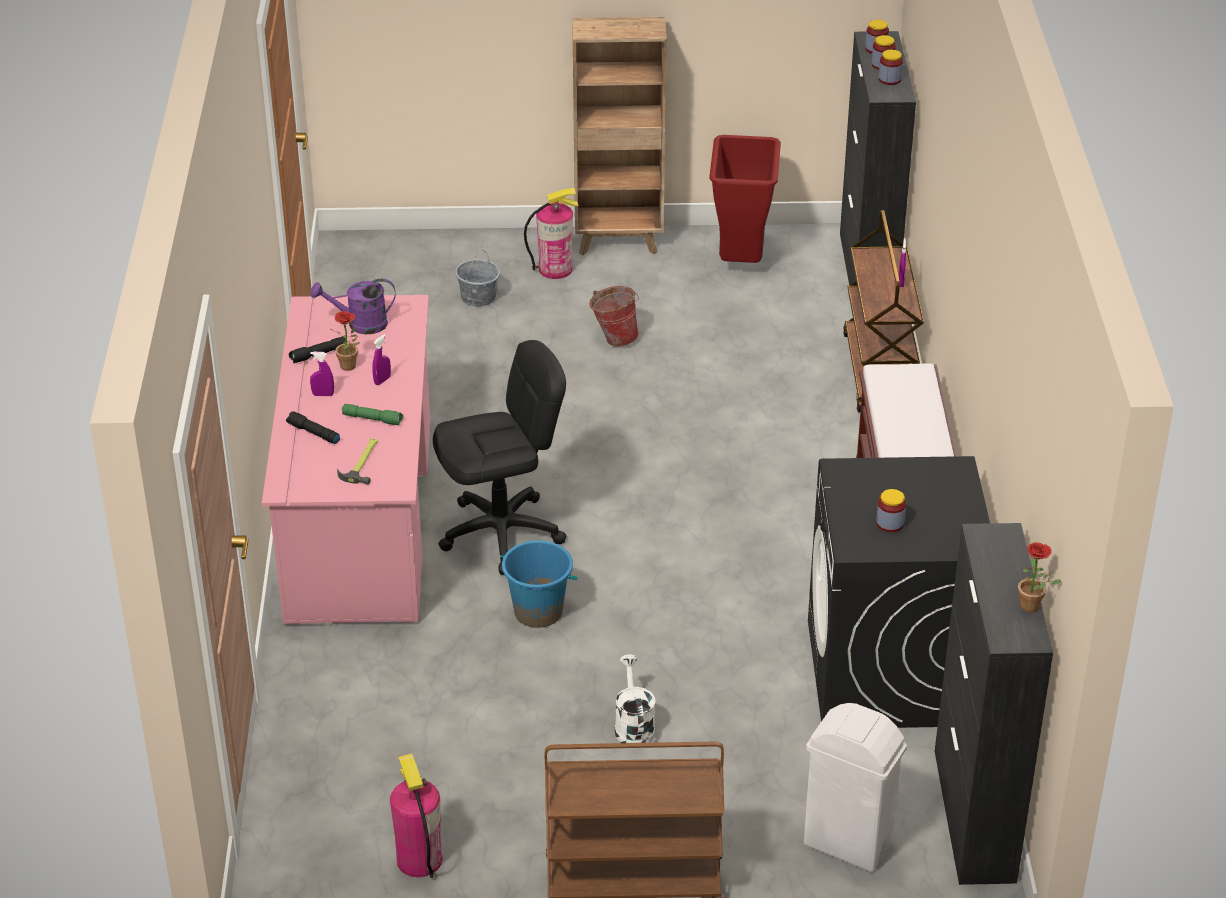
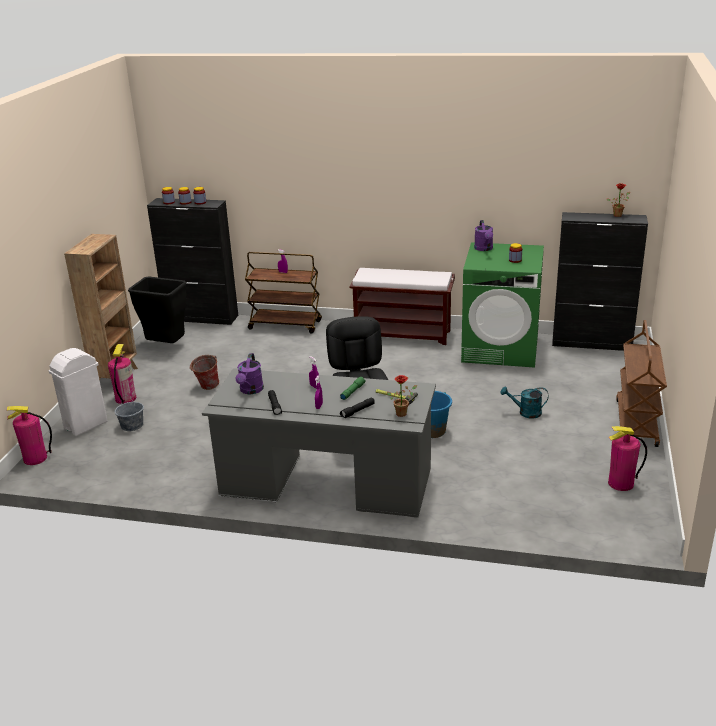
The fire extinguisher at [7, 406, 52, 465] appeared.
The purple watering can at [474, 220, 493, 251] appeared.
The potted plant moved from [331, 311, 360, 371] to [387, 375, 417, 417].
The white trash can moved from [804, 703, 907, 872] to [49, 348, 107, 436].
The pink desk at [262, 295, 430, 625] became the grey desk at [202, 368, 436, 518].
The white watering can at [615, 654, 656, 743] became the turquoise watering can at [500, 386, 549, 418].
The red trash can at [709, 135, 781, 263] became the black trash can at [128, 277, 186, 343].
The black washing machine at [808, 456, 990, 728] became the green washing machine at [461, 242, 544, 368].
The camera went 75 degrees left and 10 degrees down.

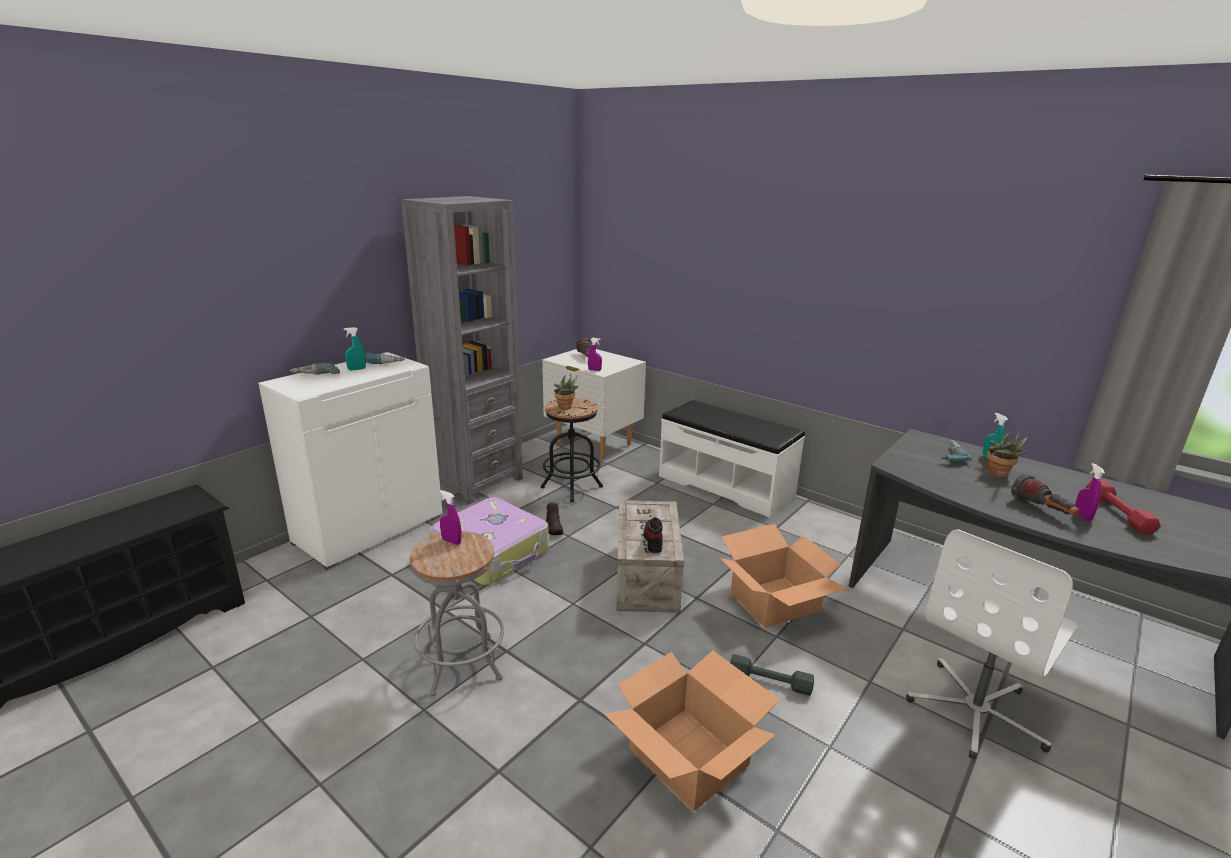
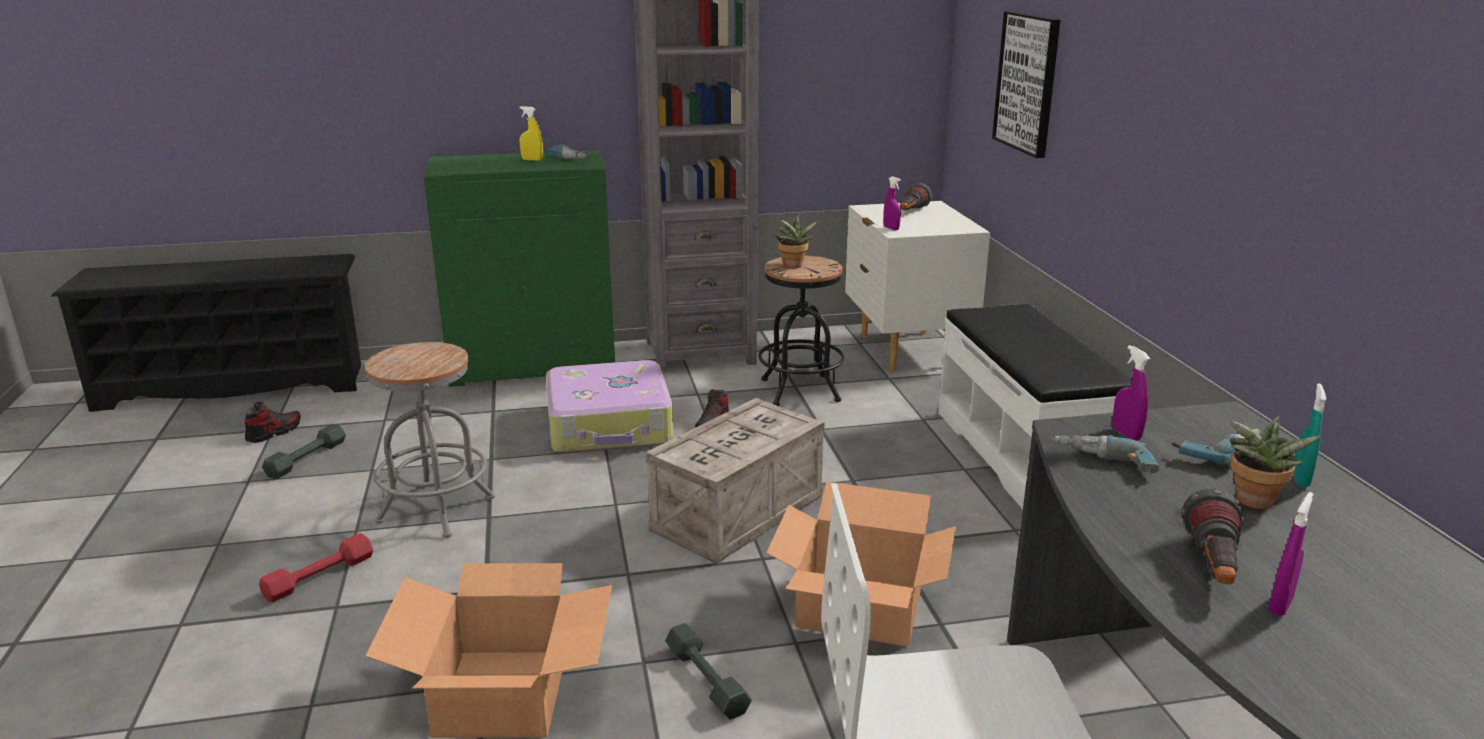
The grey dumbbell at [262, 424, 346, 479] appeared.
The picture at [992, 11, 1061, 158] appeared.
The power drill moved from [289, 363, 340, 375] to [1051, 435, 1159, 475].
The purple spray bottle moved from [439, 490, 462, 545] to [1113, 345, 1150, 441].
The shoe moved from [644, 517, 663, 553] to [245, 401, 301, 443].
The red dumbbell moved from [1086, 479, 1161, 534] to [259, 533, 373, 602].
The white cabinet at [258, 352, 442, 570] became the green cabinet at [424, 150, 615, 387].
The turquoise spray bottle at [344, 327, 366, 370] became the yellow spray bottle at [519, 106, 543, 161].
The camera went 40 degrees right and 0 degrees up.

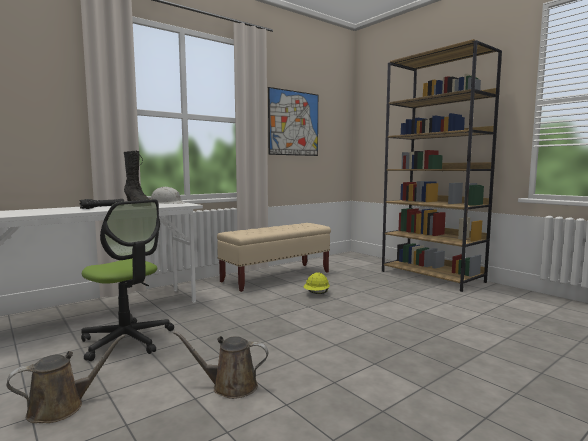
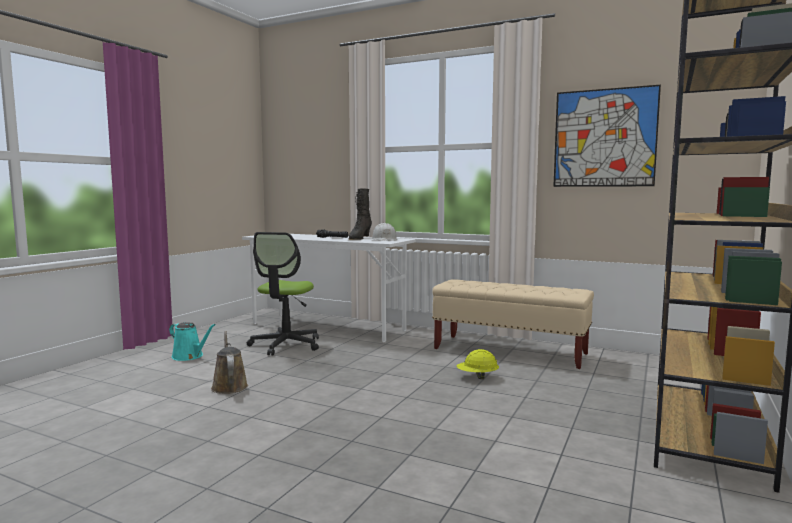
The brown watering can at [7, 335, 125, 423] became the turquoise watering can at [169, 322, 216, 361].
The camera went 65 degrees right and 0 degrees up.

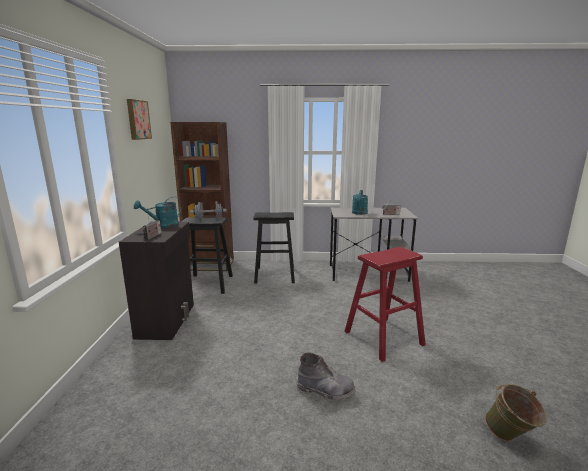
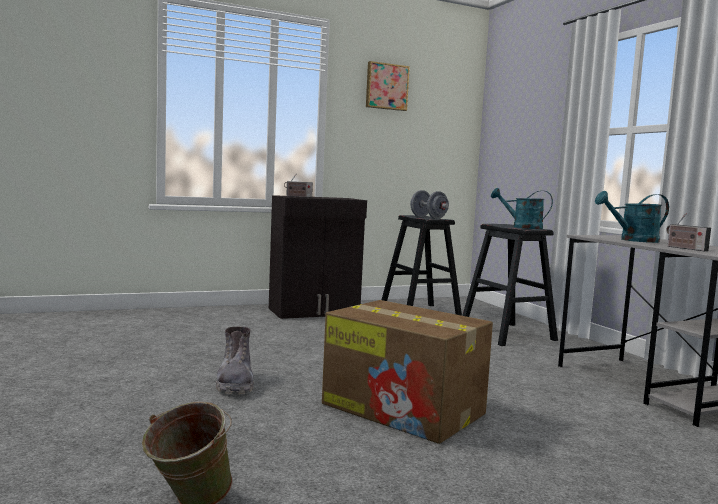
The brown bookcase at [170, 122, 234, 271] disappeared.
The turquoise watering can moved from [134, 197, 182, 228] to [491, 188, 553, 229].
The red stool at [344, 247, 426, 362] was replaced by the cardboard box at [322, 300, 493, 444].
The camera went 65 degrees right and 10 degrees down.

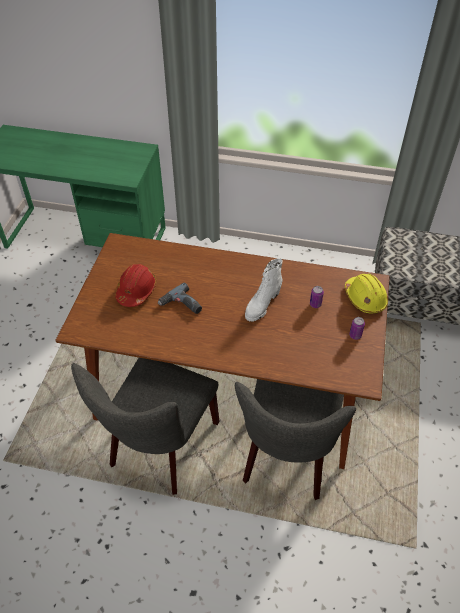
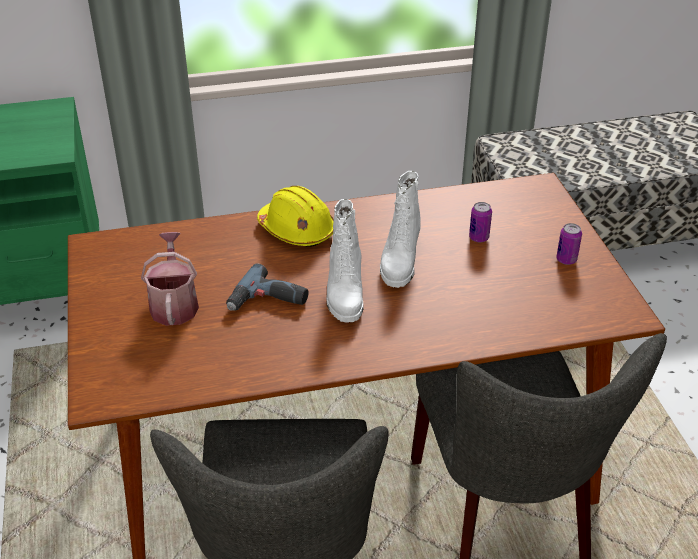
The white boot at [326, 199, 364, 323] appeared.
The yellow hard hat moved from [345, 274, 388, 313] to [257, 186, 334, 247].
The red hard hat at [115, 264, 156, 307] was replaced by the watering can at [141, 232, 199, 326].
The camera went 25 degrees left and 10 degrees down.

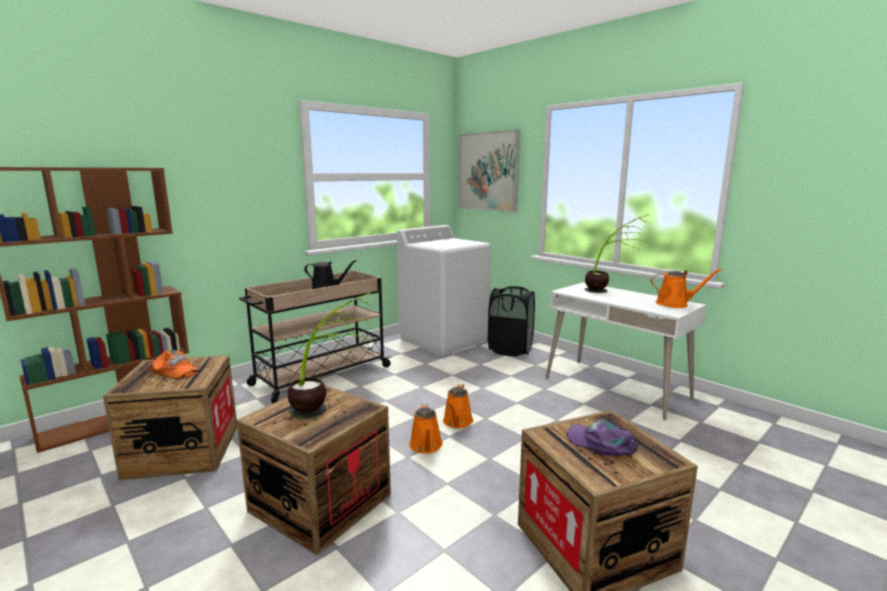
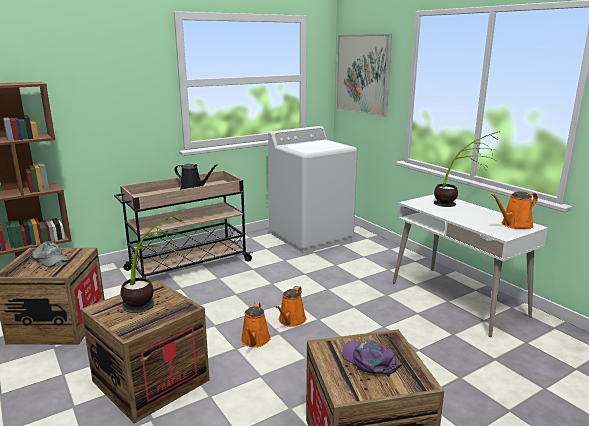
The black laundry basket at [488, 286, 535, 356] disappeared.
The orange cap at [148, 350, 199, 379] became the grey cap at [30, 242, 69, 267].
The orange watering can at [651, 268, 722, 308] turned 135 degrees clockwise.
The camera went 10 degrees right and 5 degrees up.

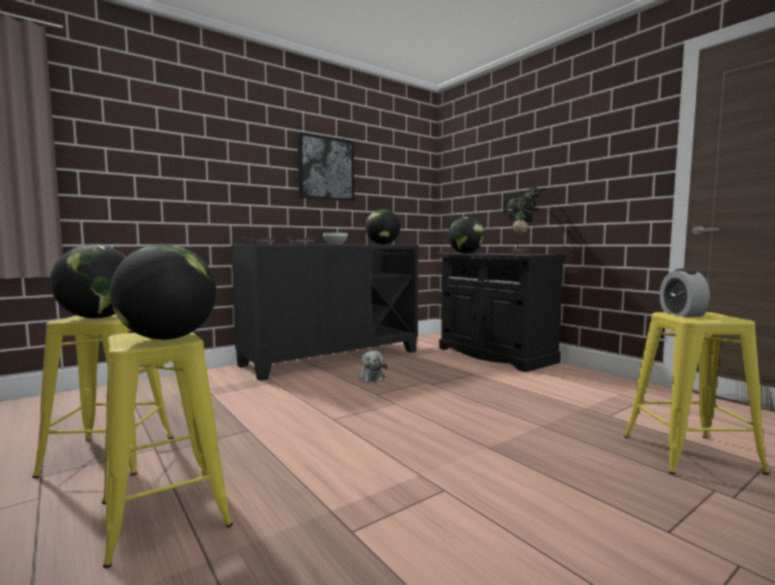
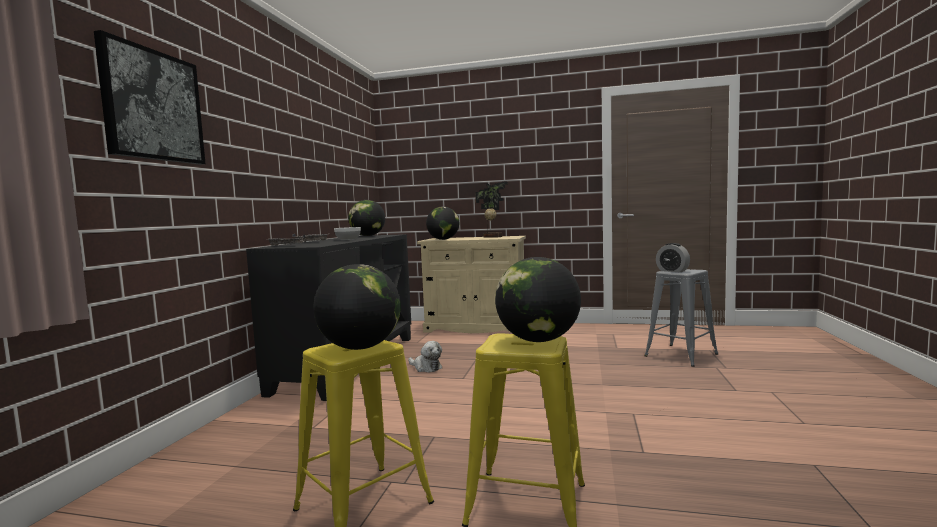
The picture moved from [298, 132, 354, 201] to [94, 30, 206, 165].
The black cabinet at [438, 253, 566, 372] became the beige cabinet at [417, 236, 526, 334].
The yellow stool at [624, 312, 769, 475] became the grey stool at [644, 269, 718, 367].
The camera went 40 degrees left and 0 degrees up.

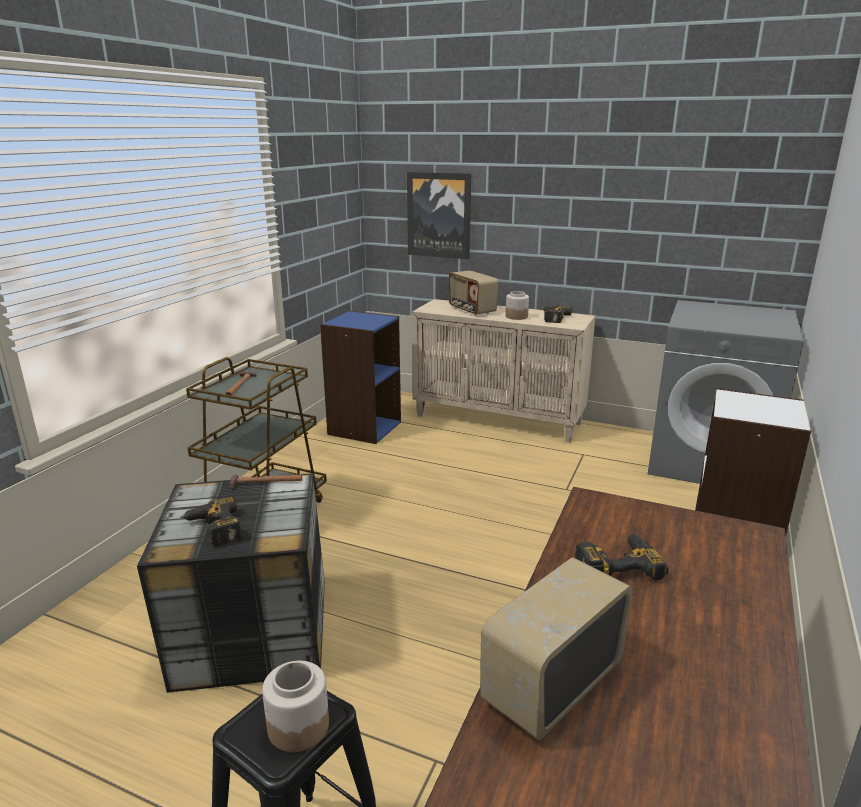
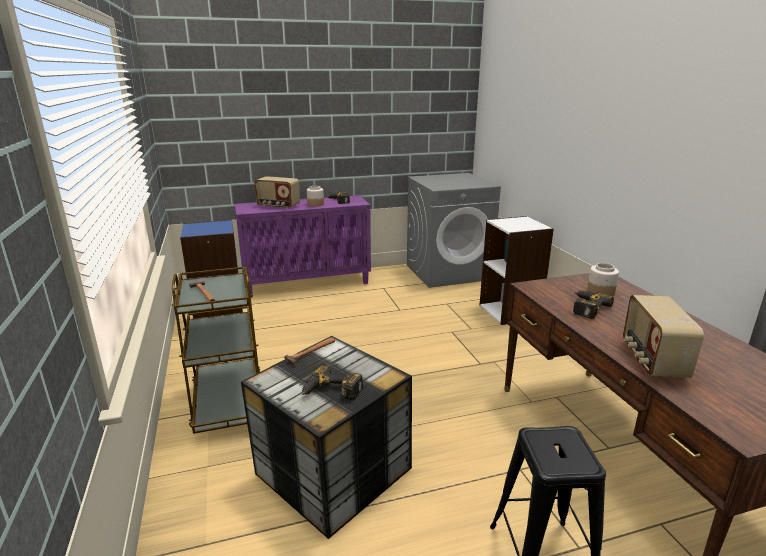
The picture at [407, 172, 471, 259] disappeared.
The jar moved from [262, 661, 329, 752] to [587, 263, 619, 296].
The beige cabinet at [412, 299, 596, 442] became the purple cabinet at [235, 195, 371, 298].
The camera went 40 degrees left and 0 degrees up.

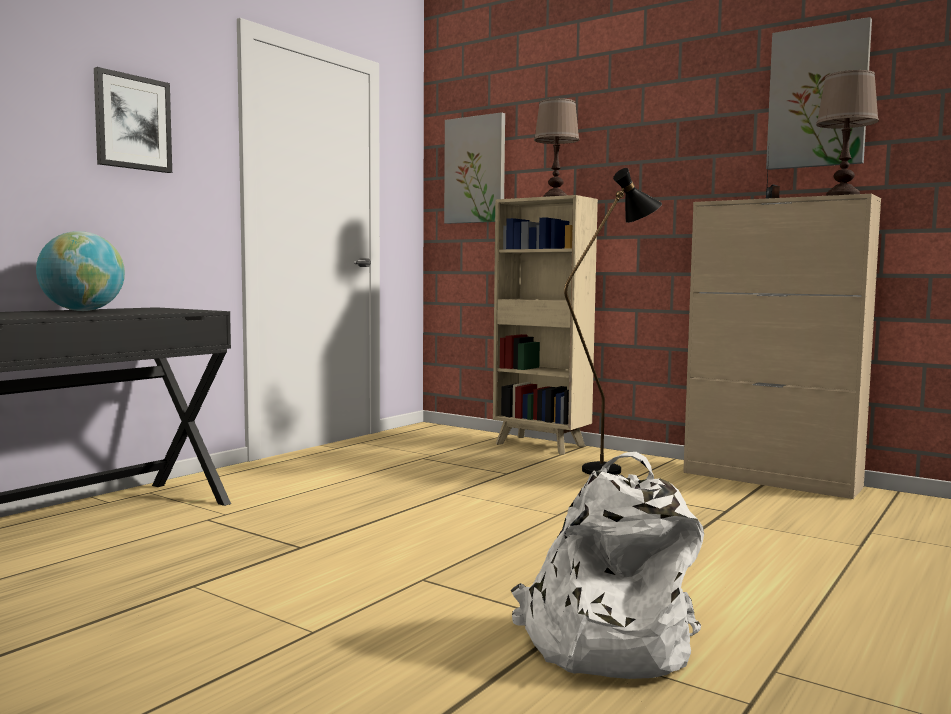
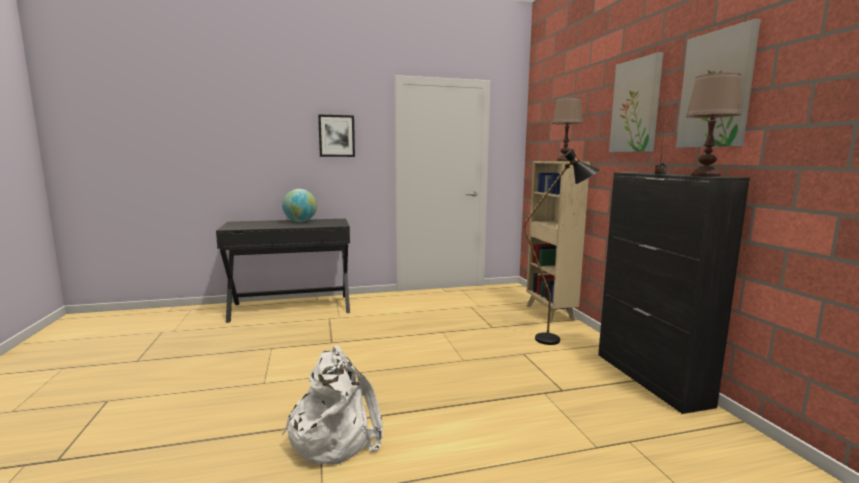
The picture moved from [444, 112, 505, 224] to [609, 52, 663, 152].
The beige cabinet at [683, 194, 881, 499] became the black cabinet at [598, 172, 750, 414].
The camera went 40 degrees right and 5 degrees up.

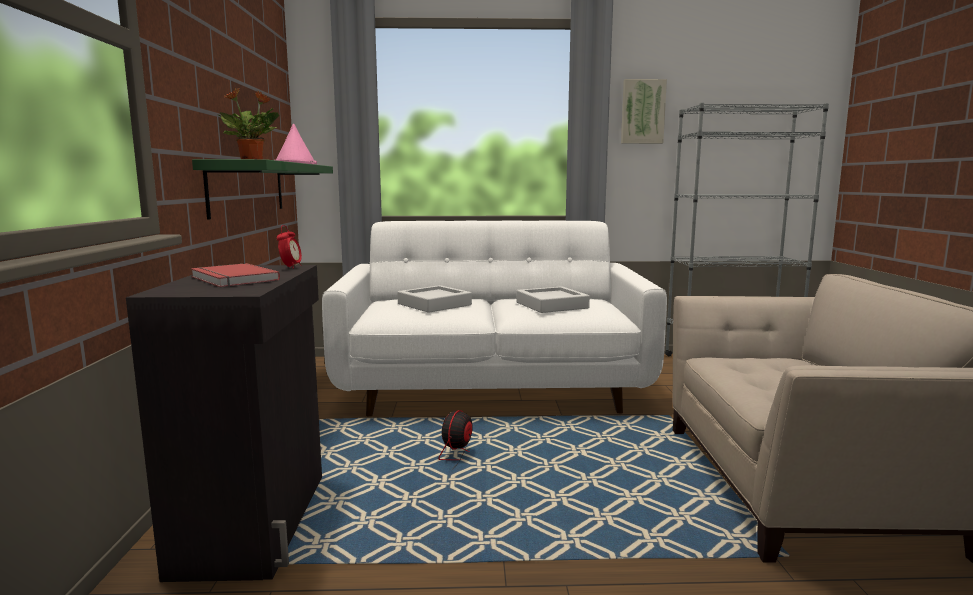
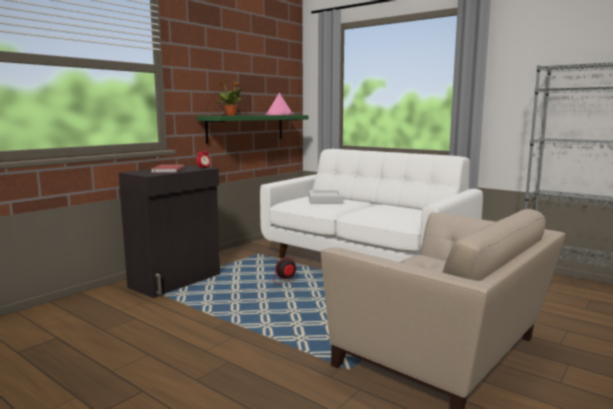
The grey tray at [516, 286, 590, 313] disappeared.
The picture at [621, 79, 667, 144] disappeared.
The camera went 40 degrees right and 0 degrees up.

